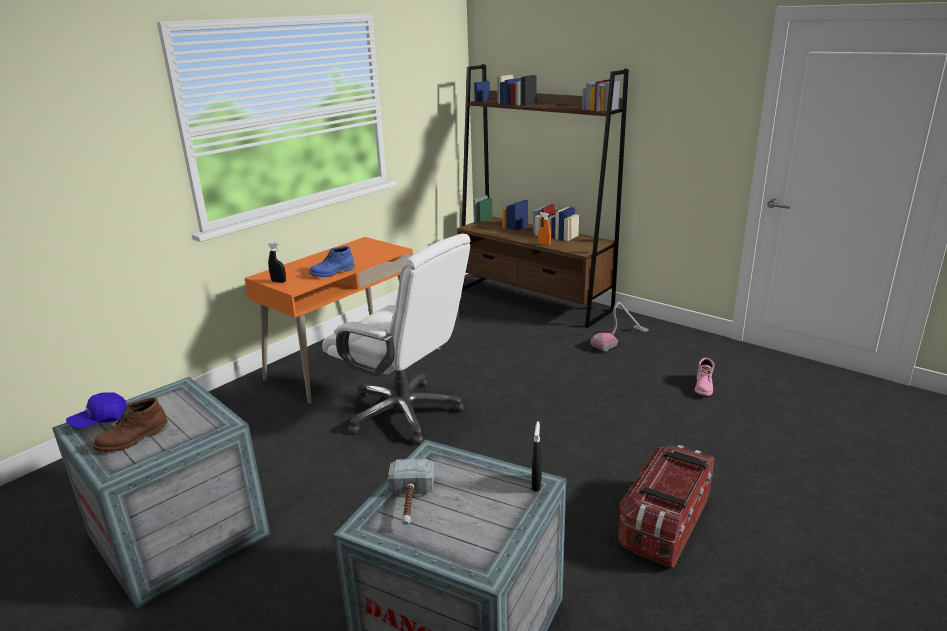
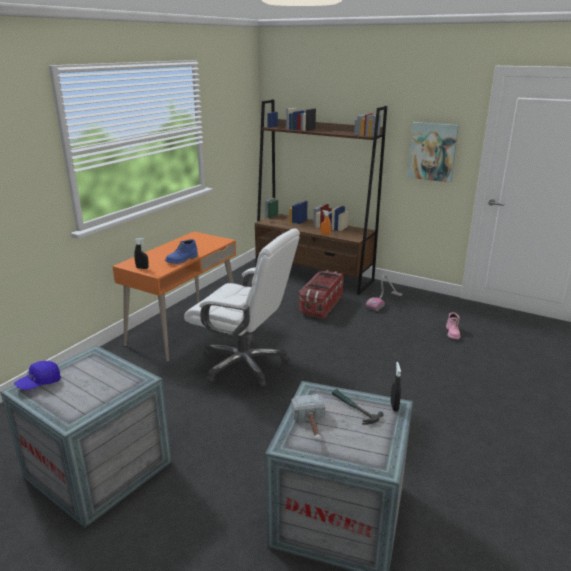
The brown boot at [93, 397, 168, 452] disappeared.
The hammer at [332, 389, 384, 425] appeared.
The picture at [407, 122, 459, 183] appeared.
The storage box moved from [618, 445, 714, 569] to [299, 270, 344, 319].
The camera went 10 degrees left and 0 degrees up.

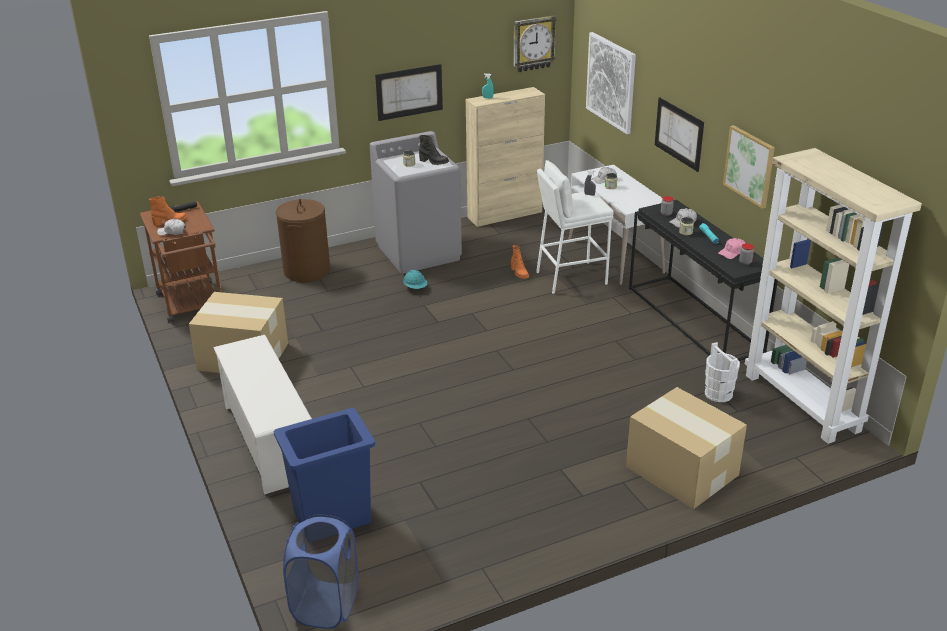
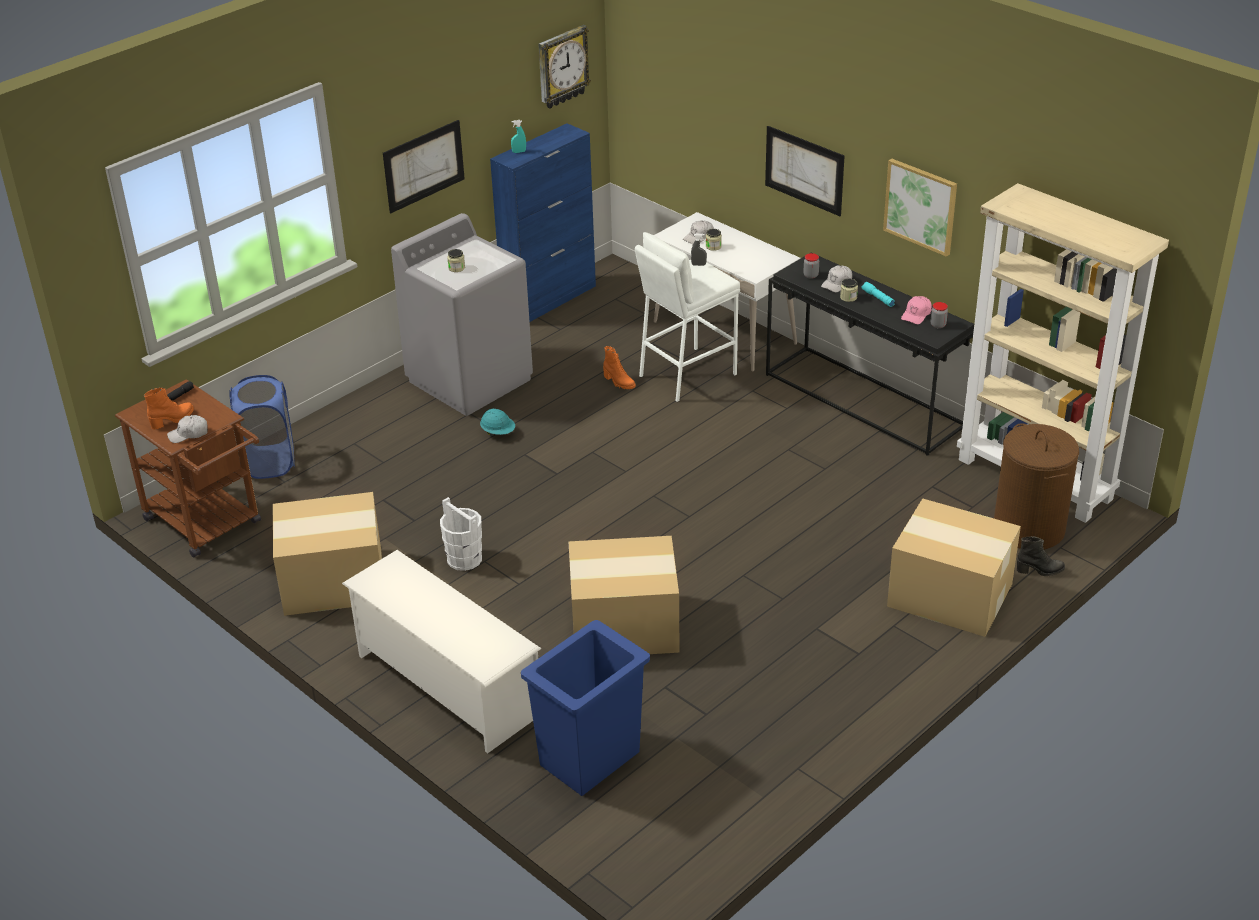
The picture at [586, 32, 636, 134] disappeared.
The cardboard box at [568, 536, 679, 654] appeared.
The brown laundry basket moved from [276, 199, 330, 282] to [994, 423, 1079, 550].
The blue laundry basket moved from [283, 515, 358, 629] to [229, 375, 295, 479].
The black boot moved from [419, 135, 449, 165] to [1017, 536, 1065, 576].
The white bucket moved from [705, 342, 740, 402] to [440, 497, 482, 571].
The beige cabinet at [466, 87, 545, 227] became the blue cabinet at [490, 123, 596, 322].
The camera went 20 degrees left and 5 degrees up.

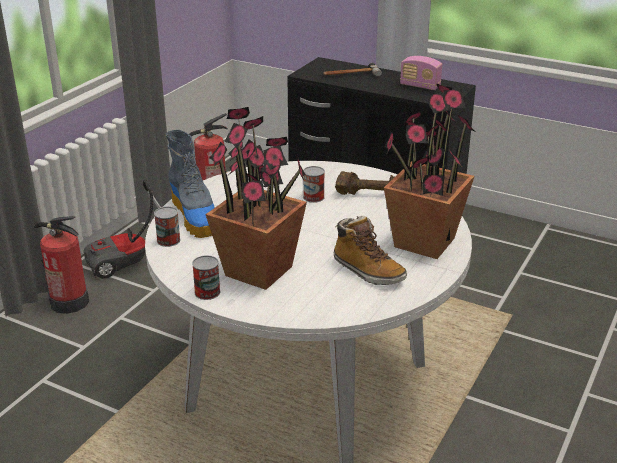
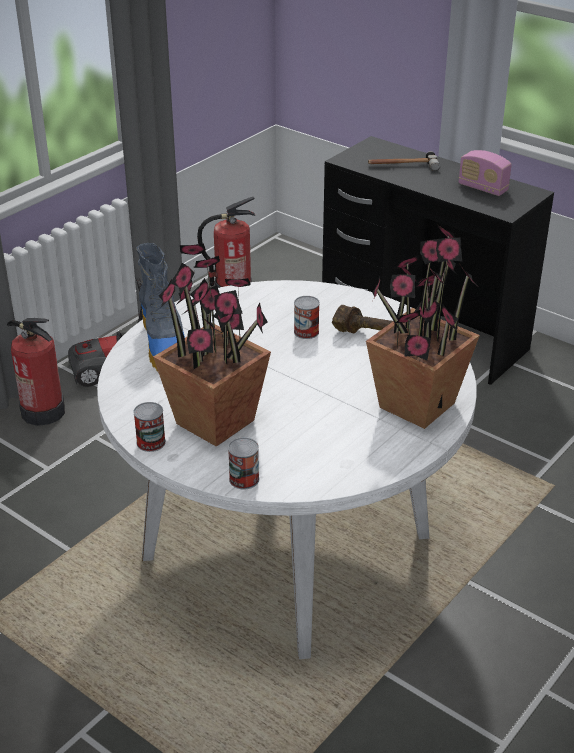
The boot at [334, 216, 407, 285] disappeared.
The can moved from [154, 207, 181, 247] to [228, 437, 259, 490].
The camera went 10 degrees right and 5 degrees up.

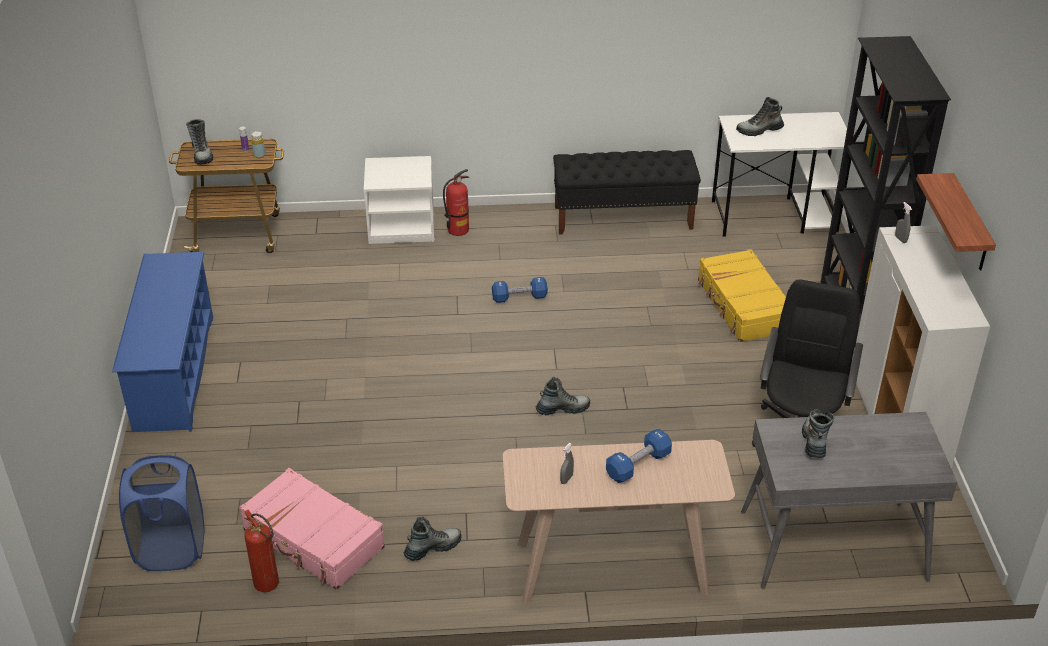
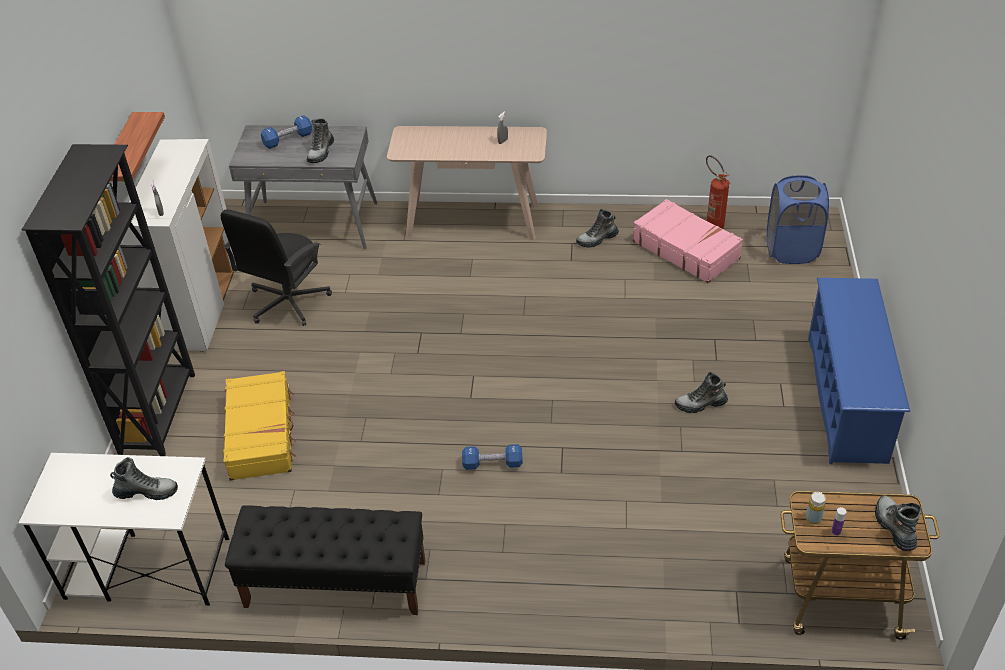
The white nightstand at [364, 156, 435, 244] disappeared.
The fire extinguisher at [443, 169, 470, 236] disappeared.
The boot moved from [536, 377, 590, 415] to [675, 372, 728, 413].
The blue dumbbell moved from [606, 429, 672, 483] to [261, 115, 312, 149].
The camera went 170 degrees left and 5 degrees up.

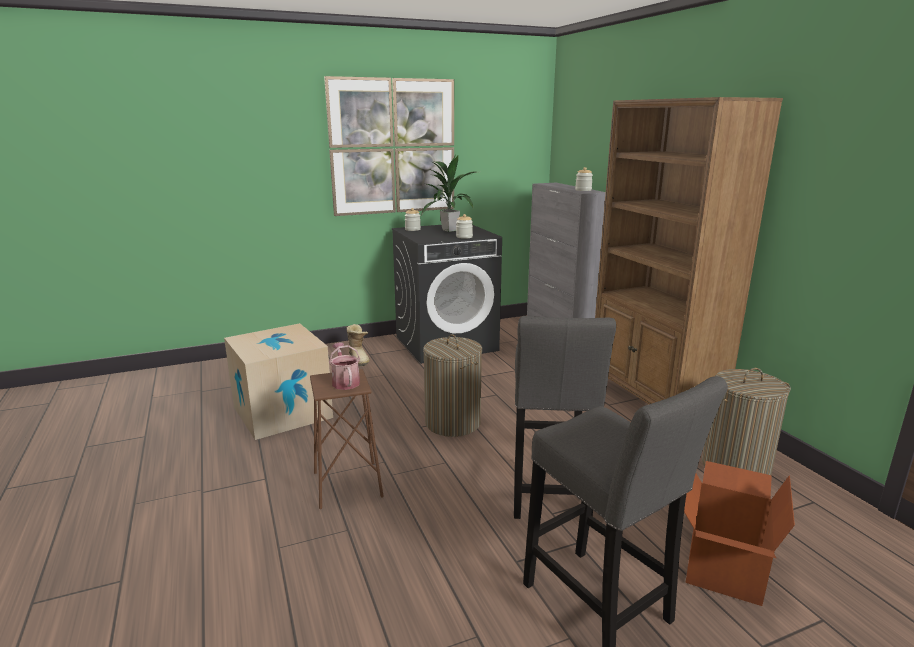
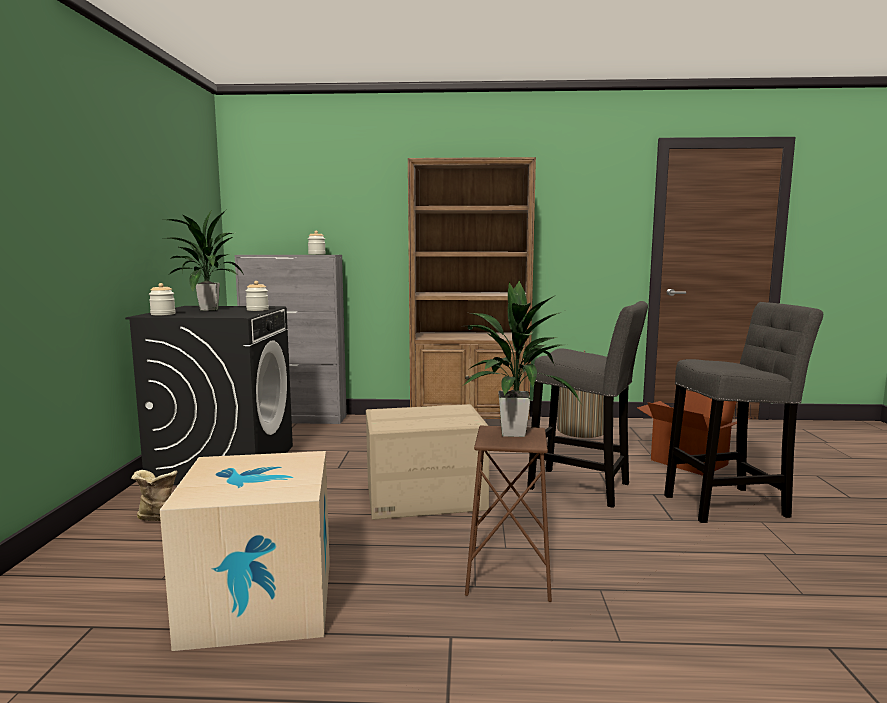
The picture at [324, 76, 454, 216] disappeared.
The watering can at [329, 343, 360, 390] was replaced by the potted plant at [464, 280, 581, 437].
The laundry basket at [423, 334, 482, 437] was replaced by the cardboard box at [366, 404, 489, 520].
The camera went 65 degrees left and 10 degrees down.

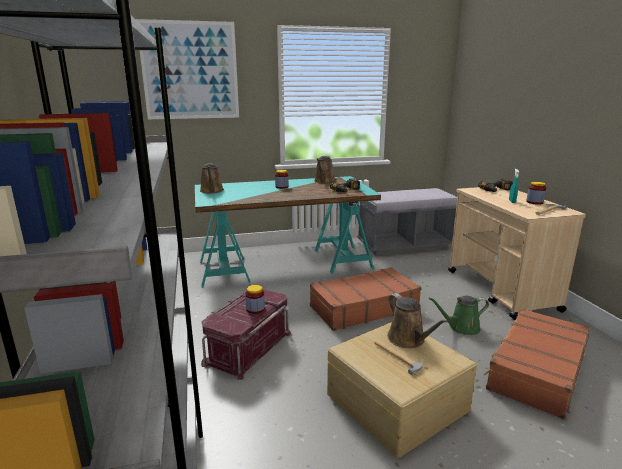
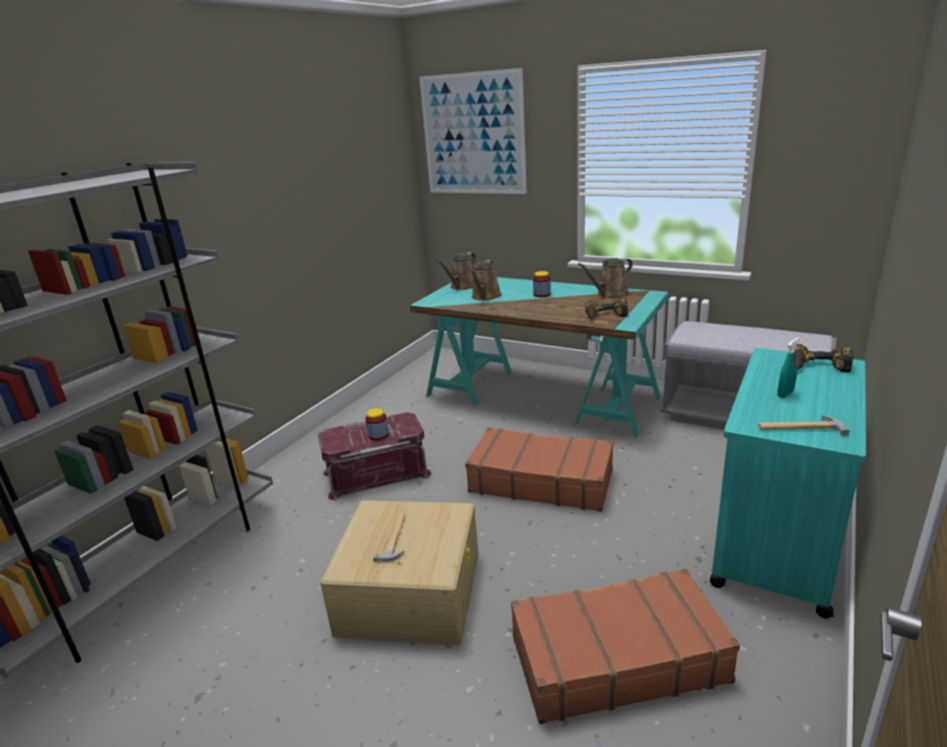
The green watering can at [429, 296, 489, 335] disappeared.
The jar at [526, 182, 546, 205] disappeared.
The brown watering can moved from [387, 293, 449, 348] to [470, 260, 502, 301].
The beige cart at [448, 186, 586, 320] became the turquoise cart at [709, 348, 866, 619].
The camera went 45 degrees right and 5 degrees up.

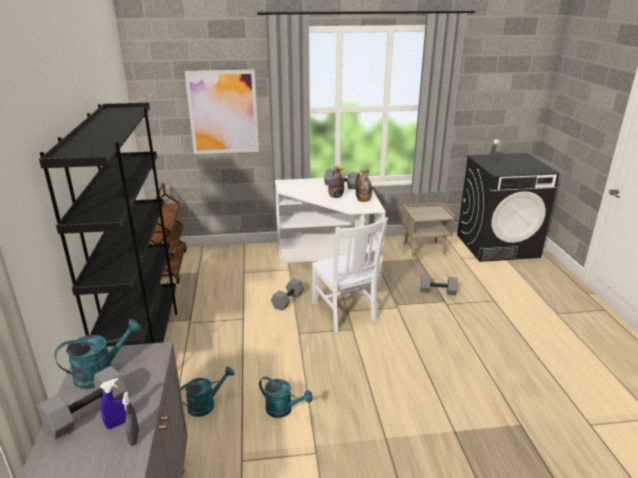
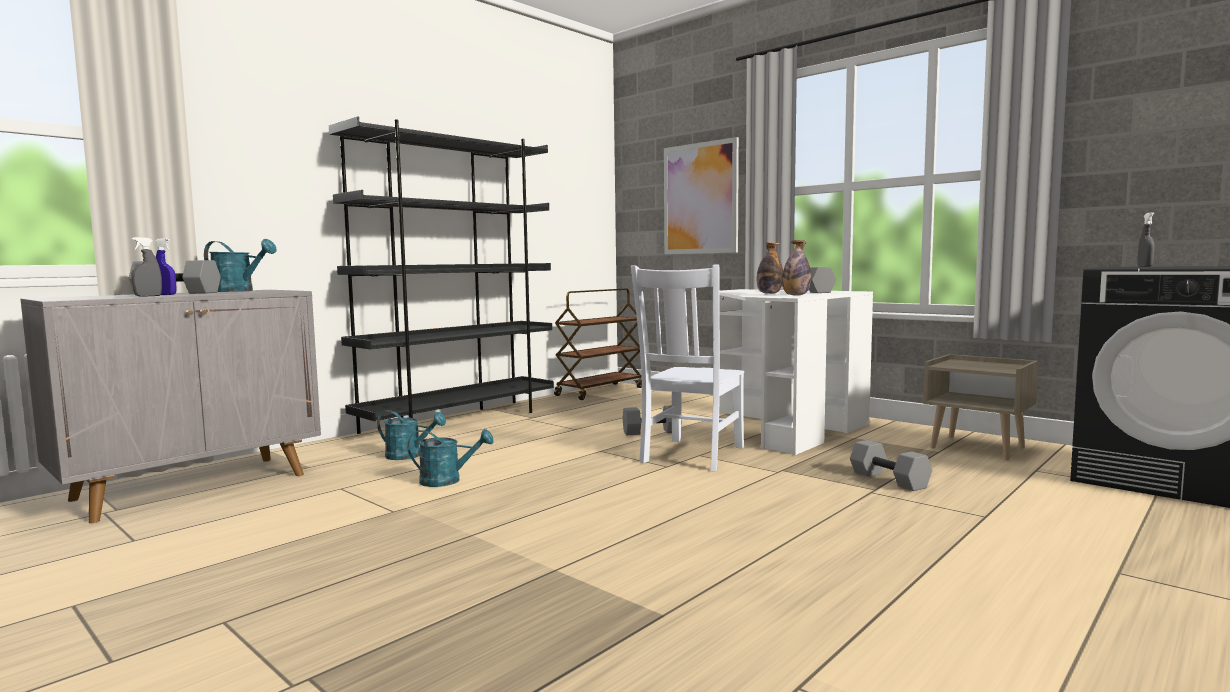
The turquoise watering can at [259, 377, 313, 418] turned 75 degrees counterclockwise.
The camera went 50 degrees right and 20 degrees down.

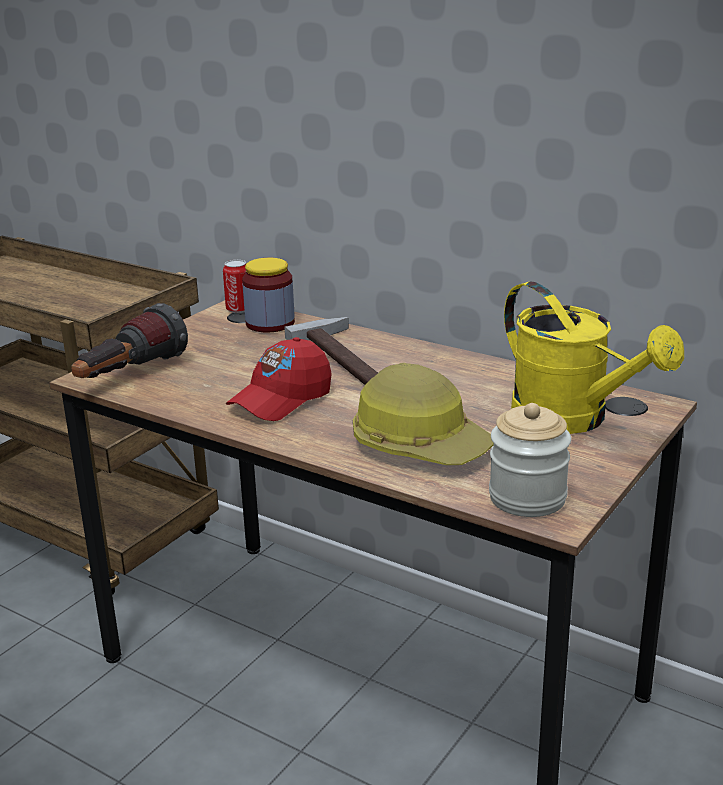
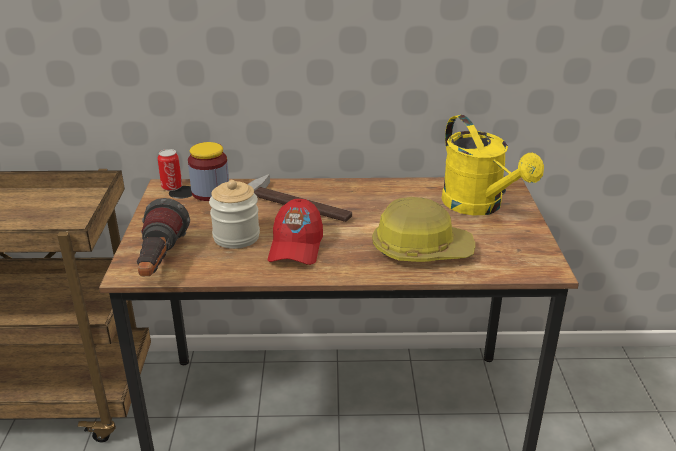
The jar moved from [489, 403, 571, 517] to [209, 180, 260, 249].
The yellow watering can at [504, 281, 684, 434] turned 45 degrees clockwise.
The camera went 35 degrees left and 5 degrees up.

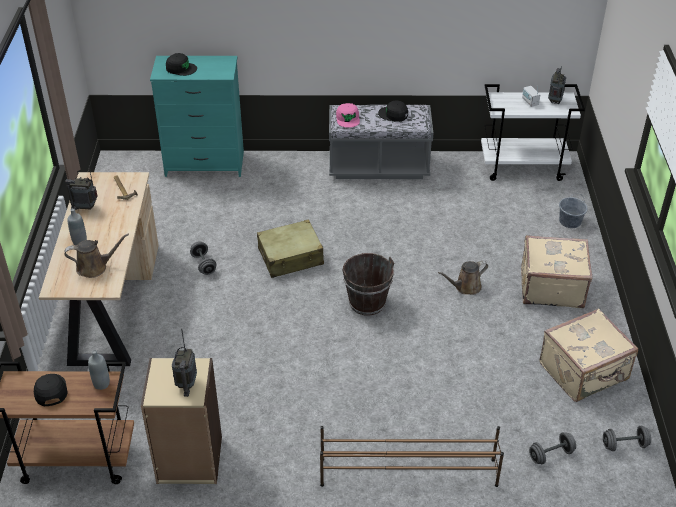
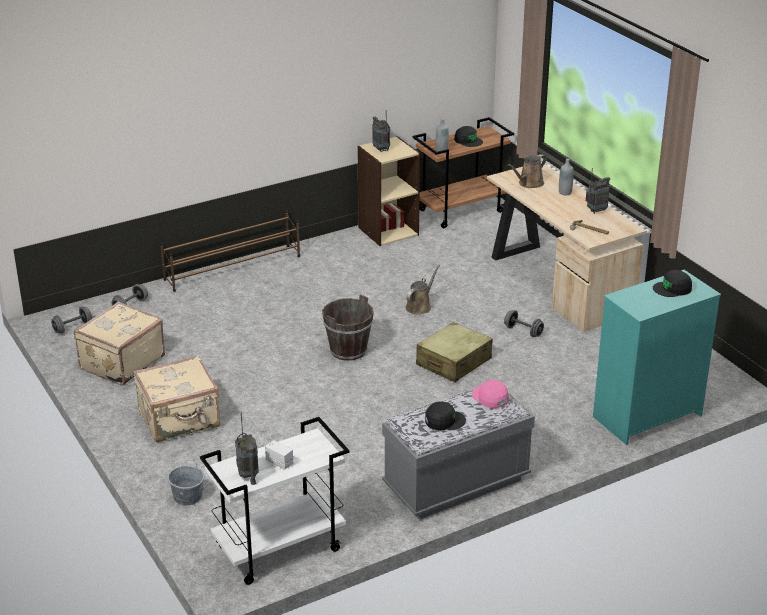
The brown watering can moved from [438, 261, 488, 295] to [405, 265, 440, 314].
The camera went 150 degrees right and 10 degrees down.

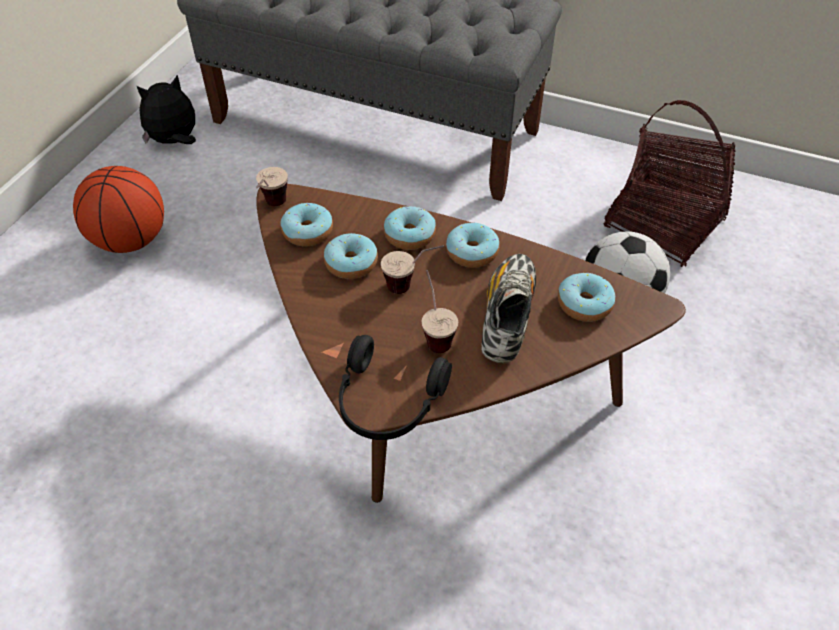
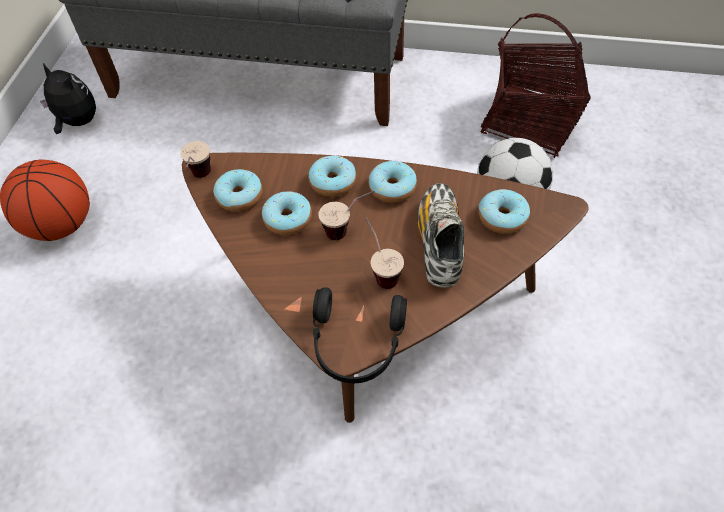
The plush toy at [137, 74, 196, 144] turned 75 degrees clockwise.
The camera went 10 degrees left and 5 degrees up.

